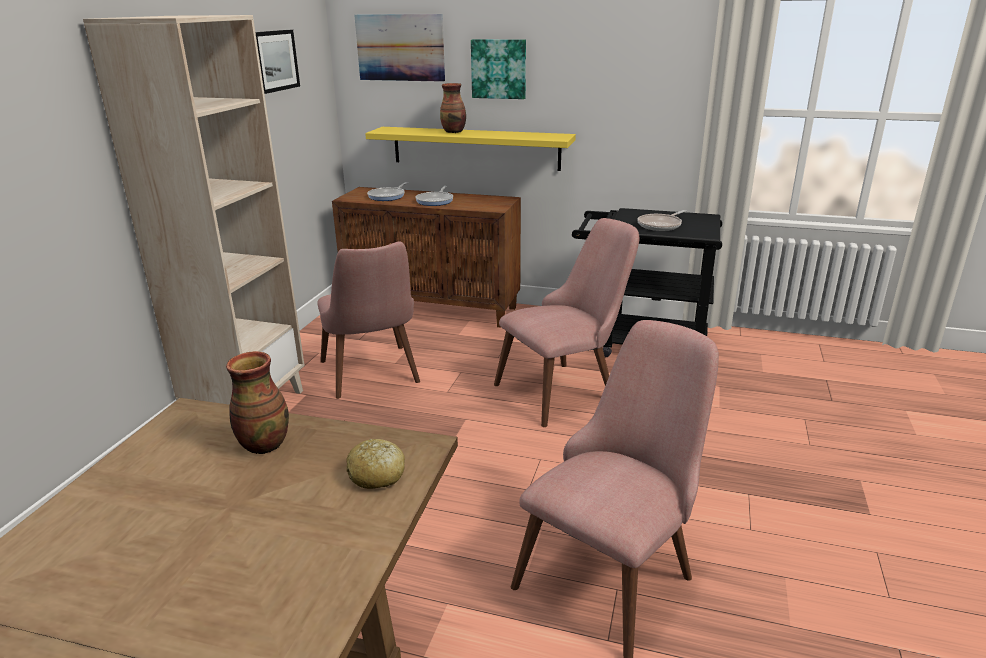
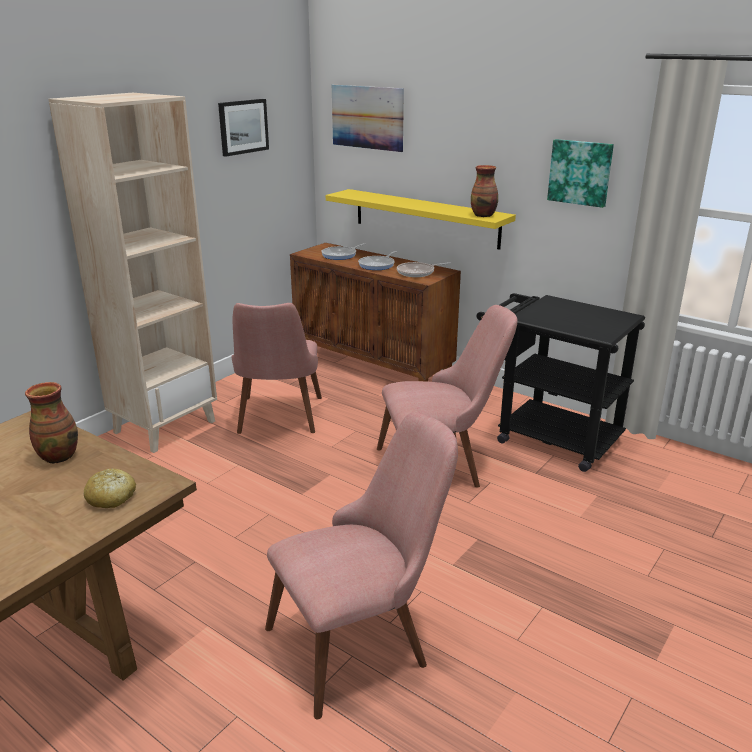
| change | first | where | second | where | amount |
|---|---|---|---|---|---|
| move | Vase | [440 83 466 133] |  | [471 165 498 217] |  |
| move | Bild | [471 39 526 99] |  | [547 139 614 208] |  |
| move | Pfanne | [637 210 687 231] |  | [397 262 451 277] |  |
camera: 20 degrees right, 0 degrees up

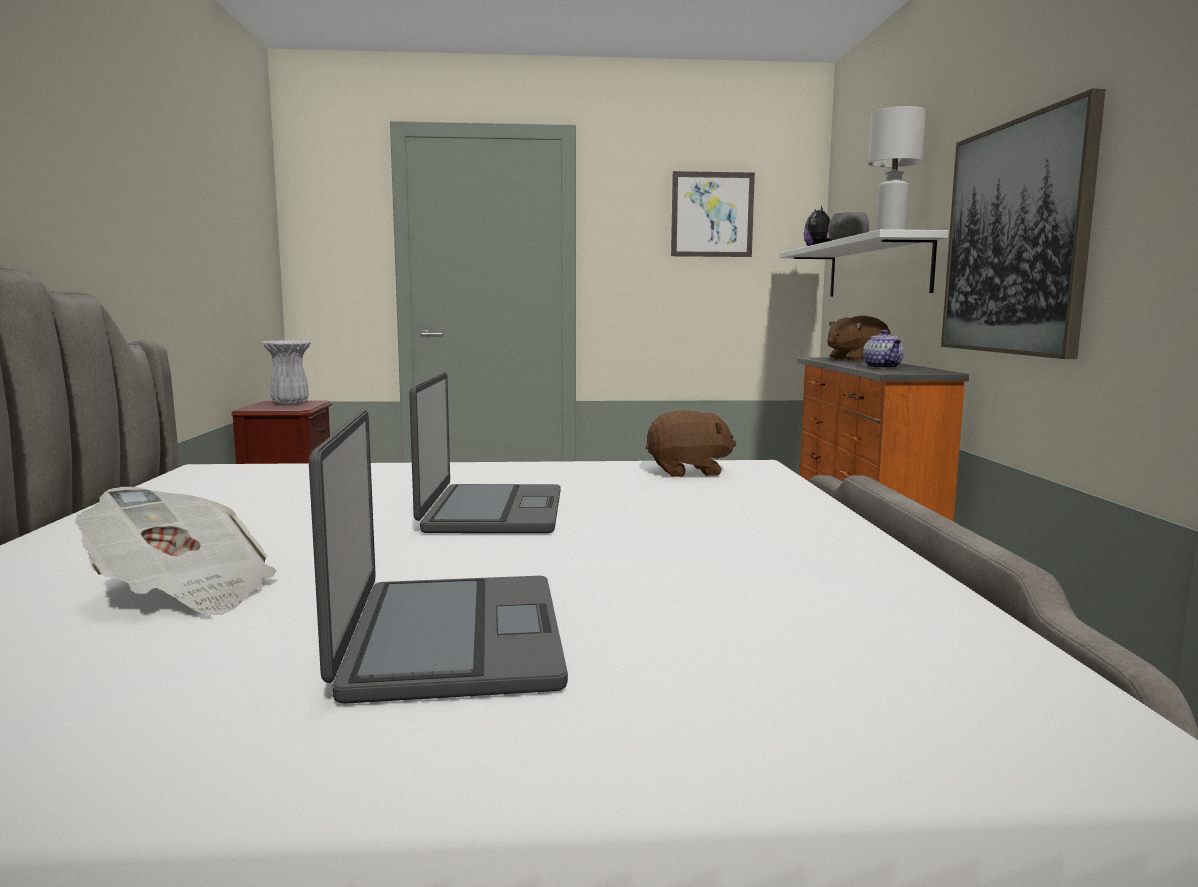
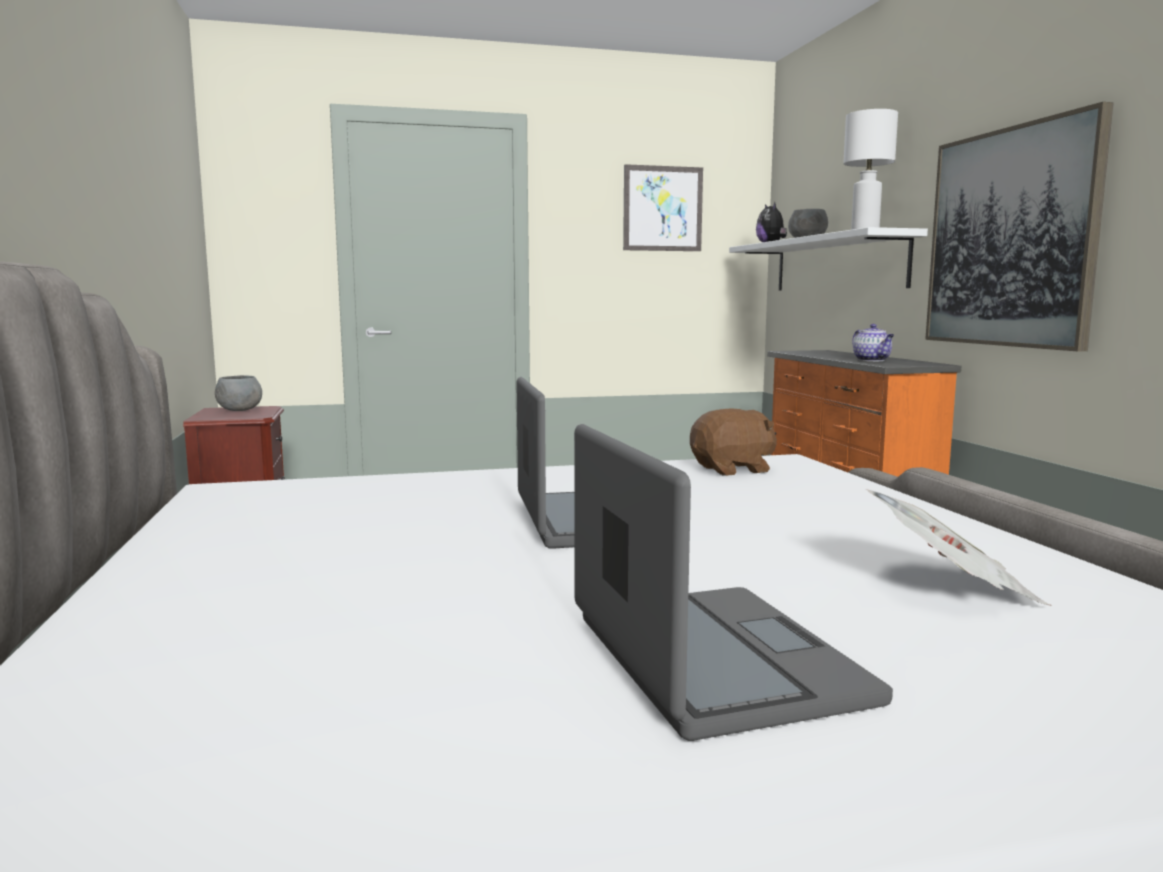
| change | first | where | second | where | amount |
|---|---|---|---|---|---|
| move | Zeitung | [75 487 277 615] |  | [866 489 1052 606] |  |
| replace | Vase [weiß] | [261 340 311 404] | Schüssel [grau] | [215 375 262 411] |  |
| delete | Plüschtier [braun] | [827 316 891 362] |  |  |  |
camera: 10 degrees left, 0 degrees up

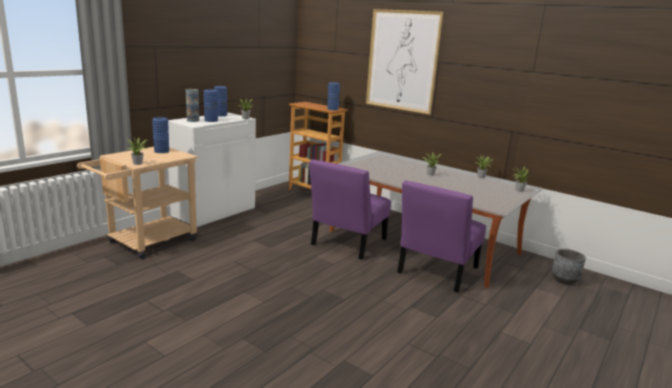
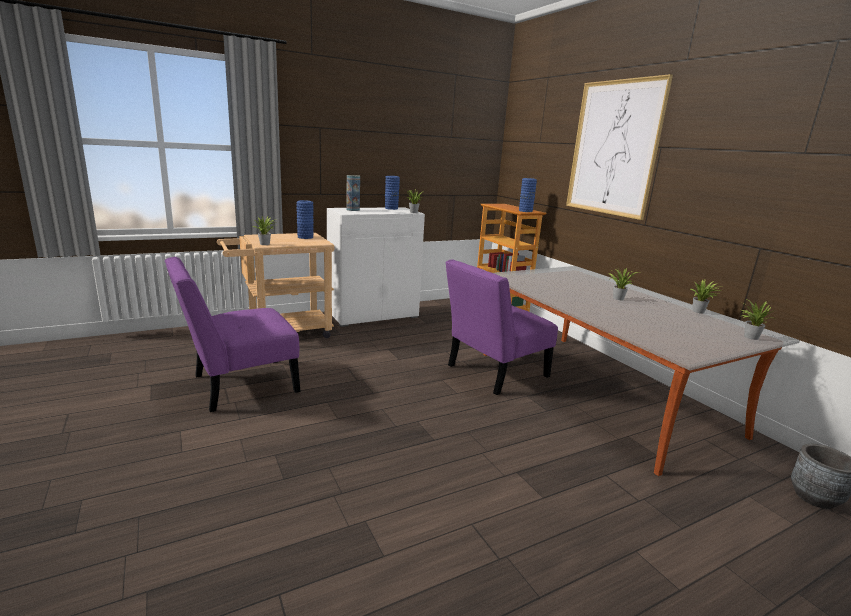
| change | first | where | second | where | amount |
|---|---|---|---|---|---|
| delete | Vase [blau] | [203 89 218 122] |  |  |  |
| move | Stuhl [lila] | [397 180 486 293] |  | [165 257 301 412] |  |
camera: 25 degrees right, 0 degrees up

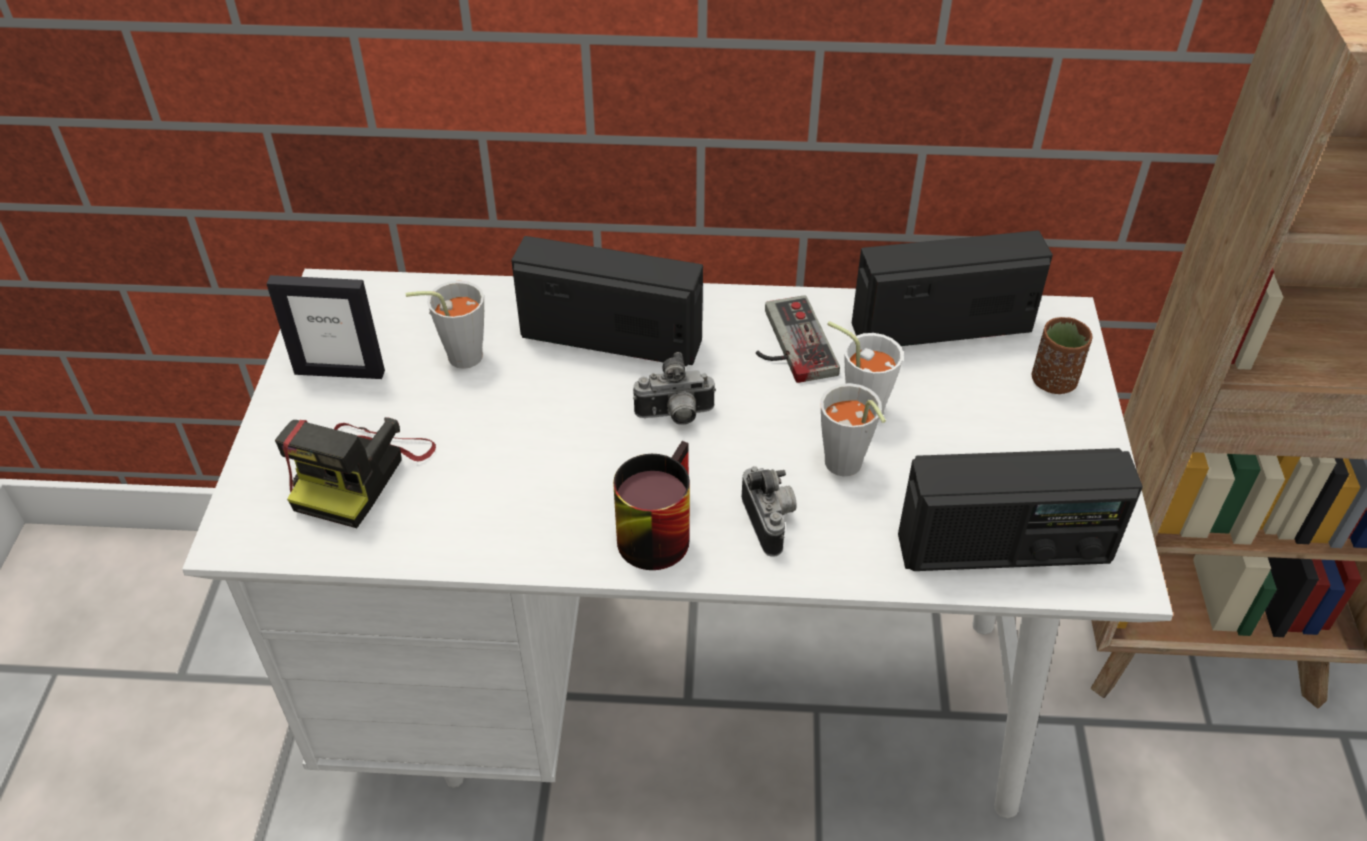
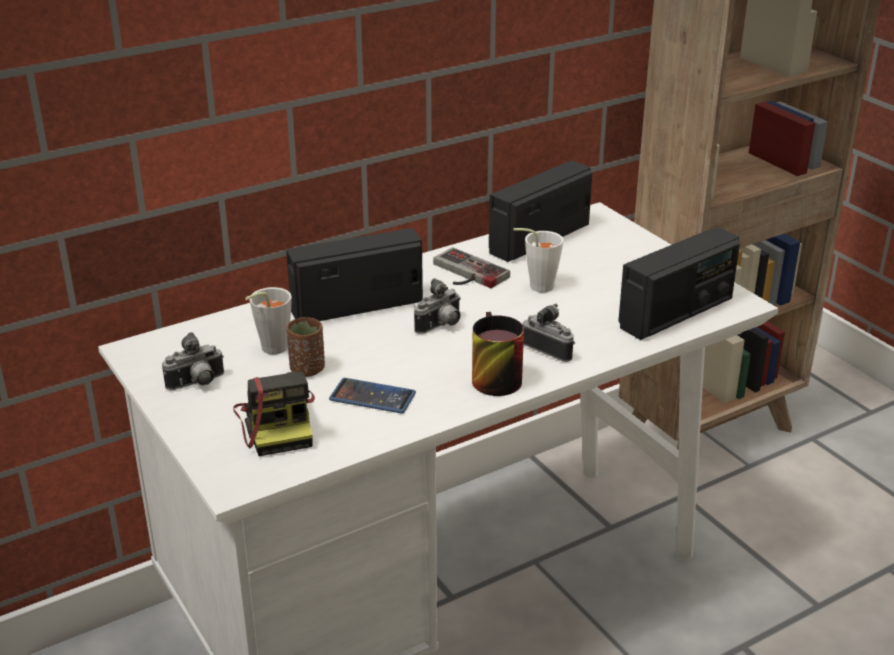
| change | first | where | second | where | amount |
|---|---|---|---|---|---|
| replace | Bilderrahmen | [266 275 385 379] | Kamera | [162 332 224 390] |  |
| delete | Tasse [grau] | [820 383 886 476] |  |  |  |
| move | Tasse [braun] | [1031 317 1093 394] |  | [287 317 325 377] |  |
| insert |  |  | Handy | [329 378 416 414] |  |
camera: 35 degrees left, 15 degrees down

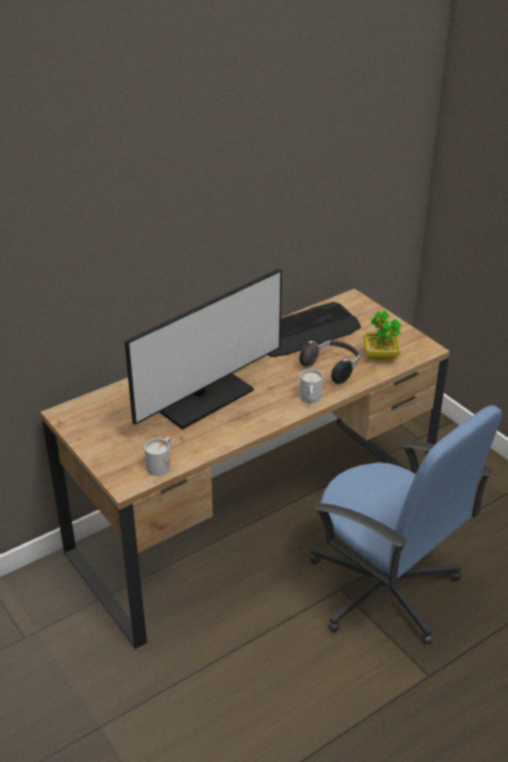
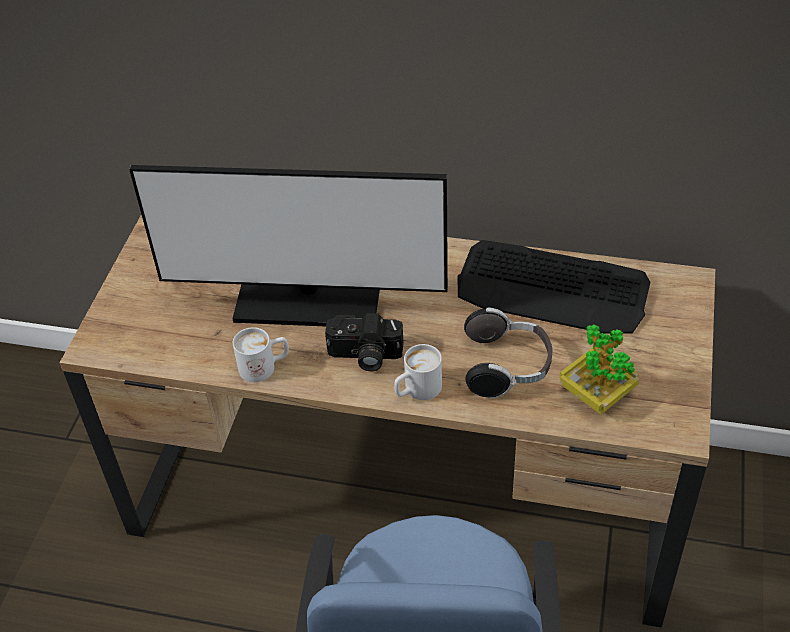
| change | first | where | second | where | amount |
|---|---|---|---|---|---|
| move | Henkelbecher [weiß] | [144 437 171 476] |  | [233 327 289 382] |  |
| insert |  |  | Kamera | [325 313 404 372] |  |
camera: 50 degrees right, 10 degrees up

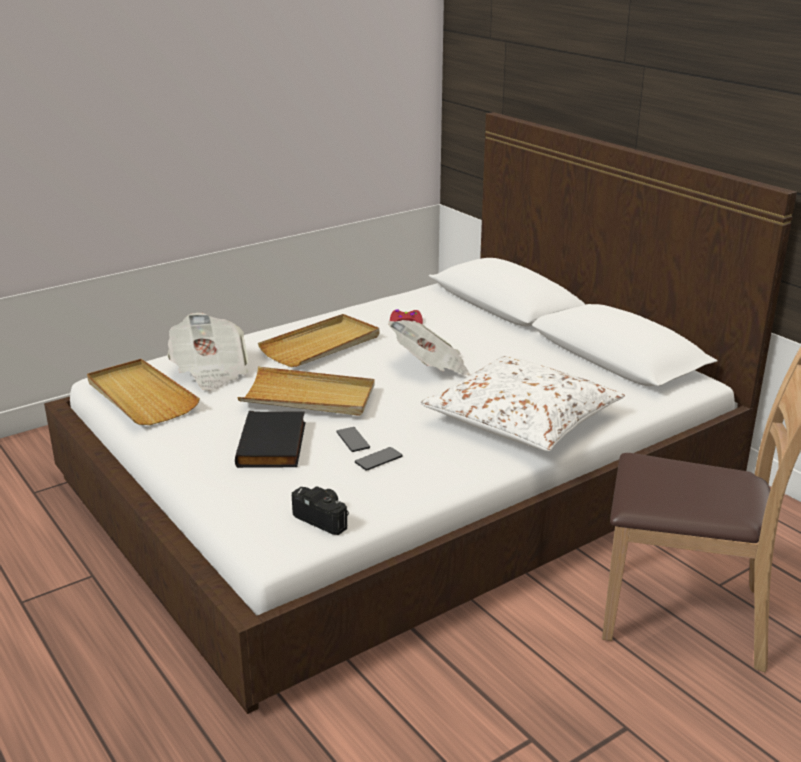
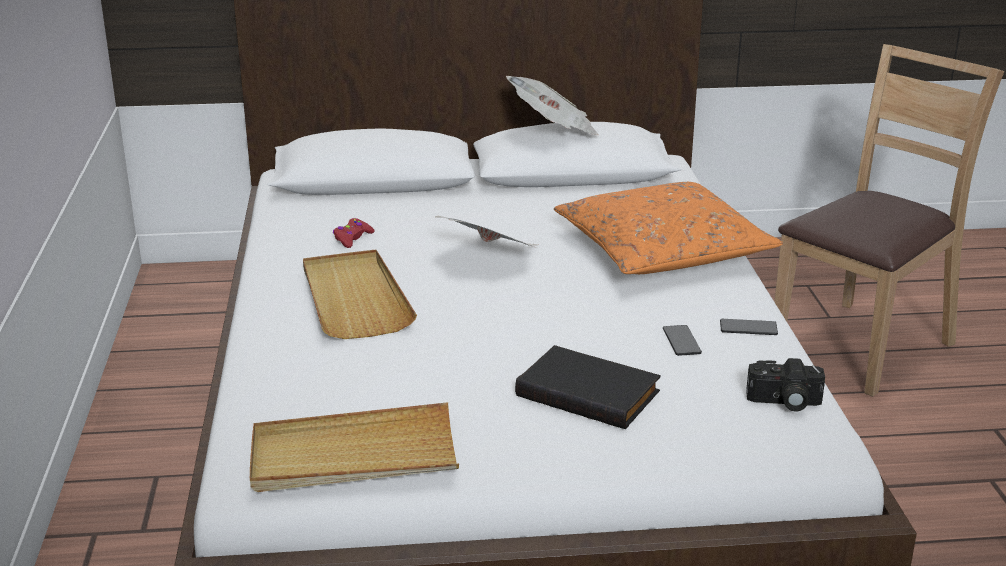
| change | first | where | second | where | amount |
|---|---|---|---|---|---|
| move | Zeitung | [167 313 248 391] |  | [506 76 599 135] |  |
| delete | Tablett [beige] | [237 367 375 416] |  |  |  |
| rotate | Kamera | [291 486 349 535] |  | [746 358 825 412] | 150 degrees counterclockwise |
| move | Handy | [336 427 370 452] |  | [720 319 778 335] |  |
| recolor | Kissen [weiß] | [420 356 625 451] | Kissen [orange] | [554 182 783 274] |  |
camera: 60 degrees left, 0 degrees up

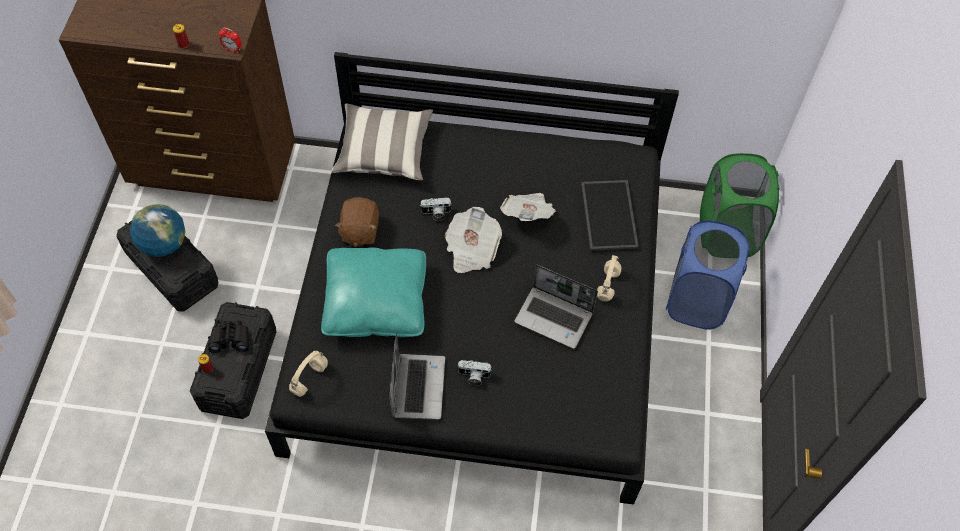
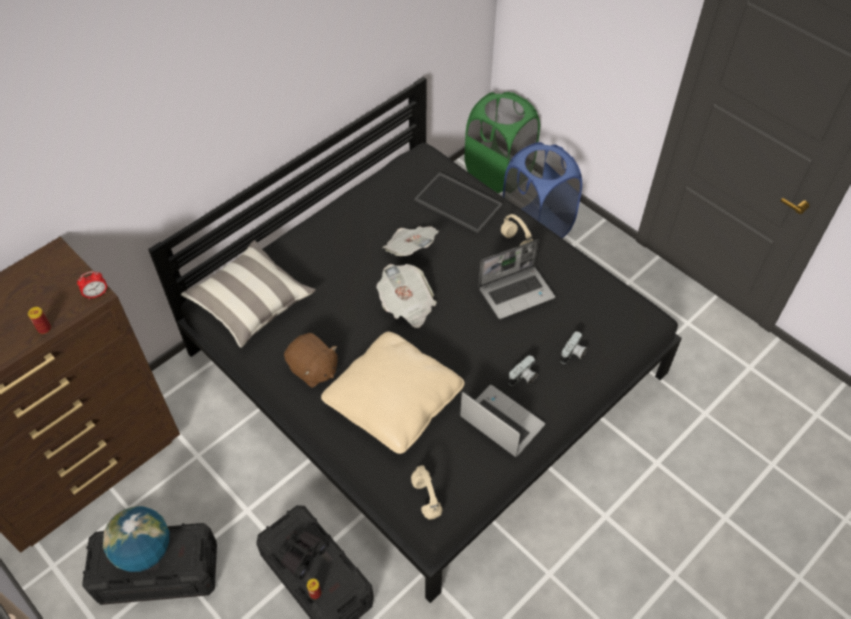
| change | first | where | second | where | amount |
|---|---|---|---|---|---|
| recolor | Kissen [türkis] | [321 248 426 337] | Kissen [beige] | [321 331 465 454] |  |
| move | Kamera | [420 197 452 221] |  | [560 331 587 364] |  |
camera: 50 degrees left, 5 degrees down

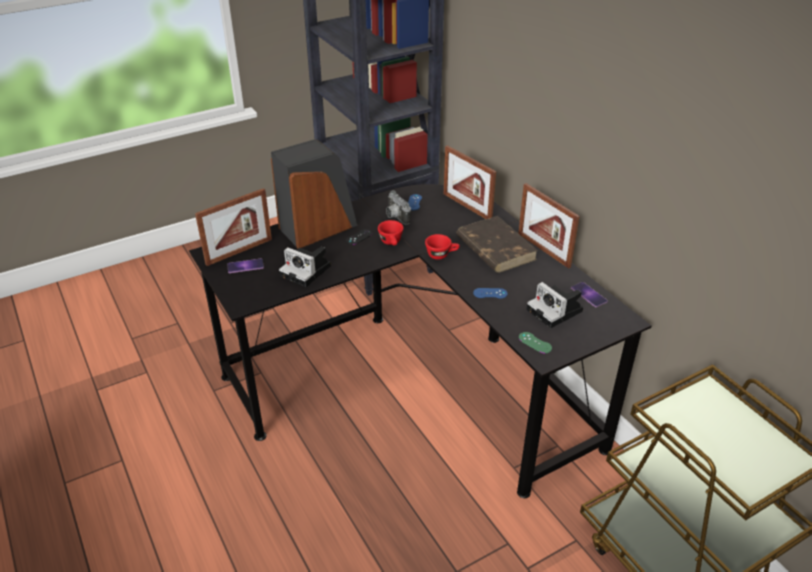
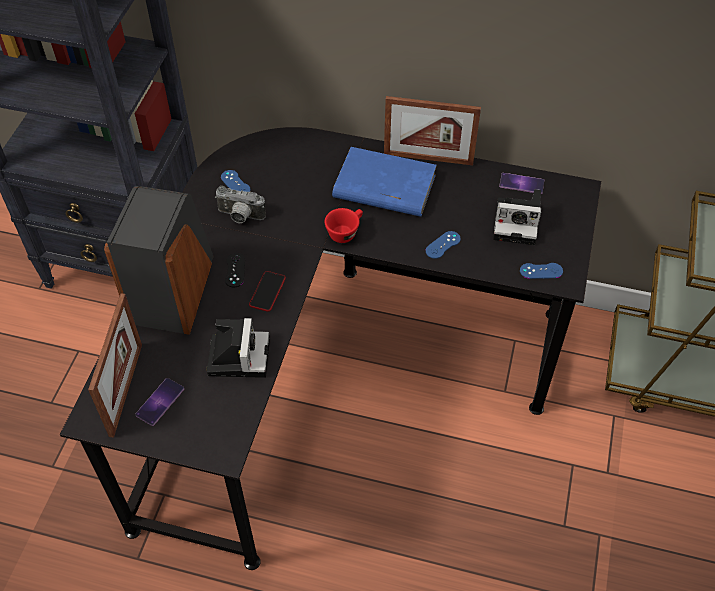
| change | first | where | second | where | amount |
|---|---|---|---|---|---|
| rotate | Kamera | [279 247 331 287] |  | [206 318 270 378] | 75 degrees counterclockwise |
| delete | Tasse [rot] | [378 220 404 245] |  |  |  |
| delete | Bilderrahmen | [444 145 496 219] |  |  |  |
| recolor | Buch [braun] | [457 216 538 273] | Buch [blau] | [332 147 437 217] |  |
| recolor | Gamepad [grün] | [519 332 552 353] | Gamepad [blau] | [520 263 563 279] |  |
| insert |  |  | Handy | [249 271 286 312] |  |
camera: 45 degrees left, 15 degrees up

